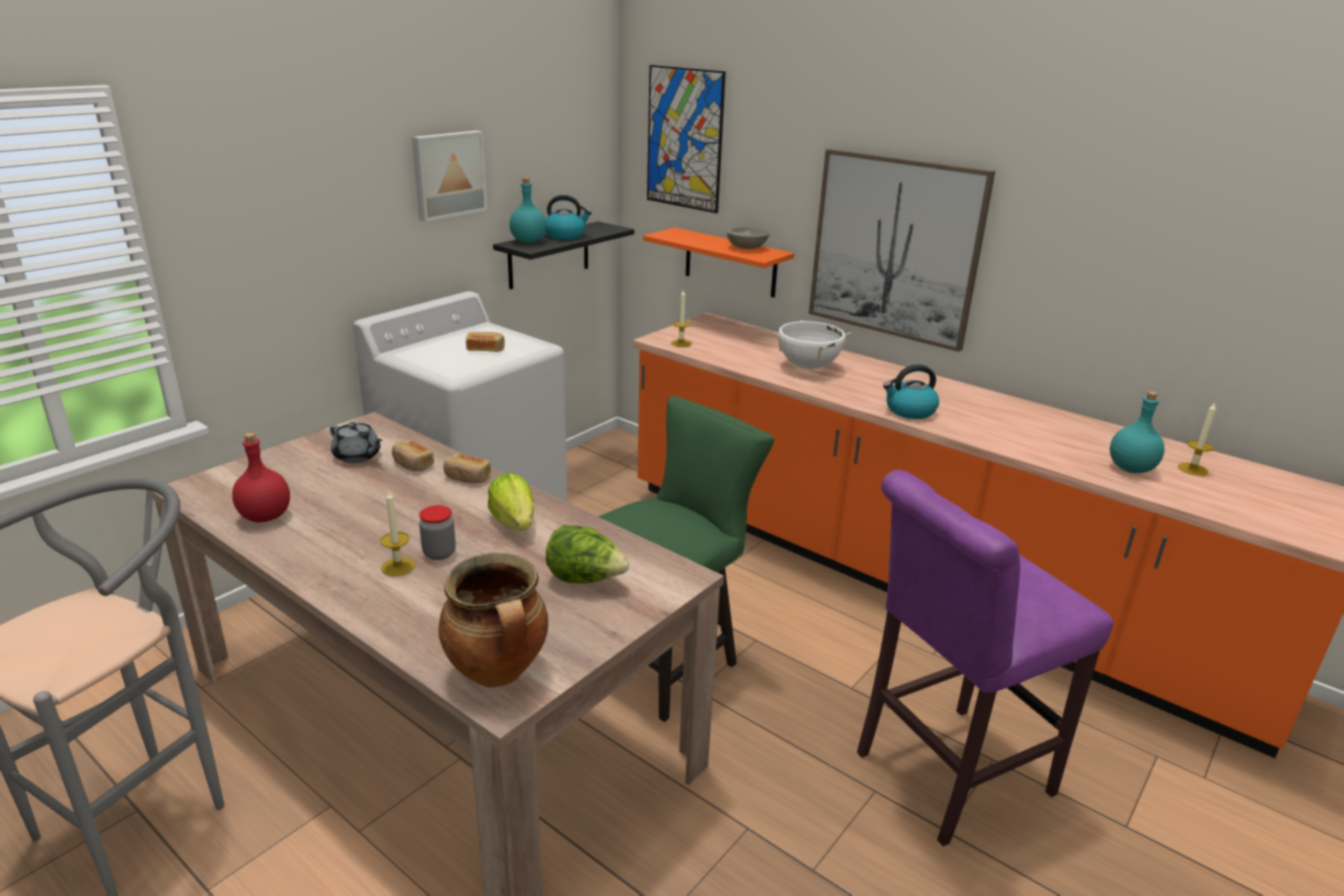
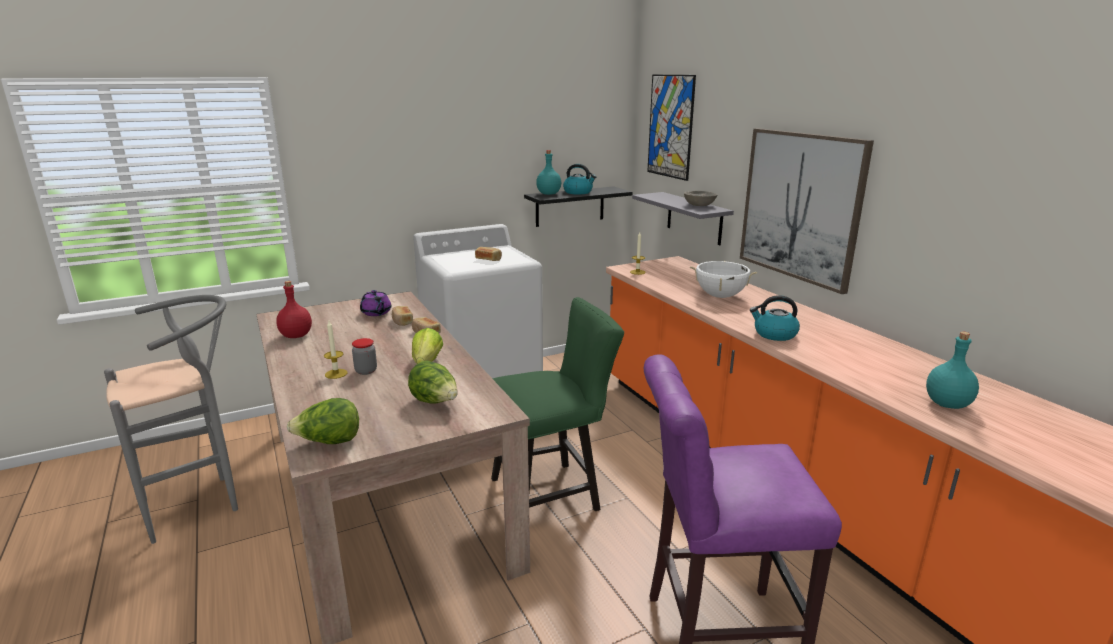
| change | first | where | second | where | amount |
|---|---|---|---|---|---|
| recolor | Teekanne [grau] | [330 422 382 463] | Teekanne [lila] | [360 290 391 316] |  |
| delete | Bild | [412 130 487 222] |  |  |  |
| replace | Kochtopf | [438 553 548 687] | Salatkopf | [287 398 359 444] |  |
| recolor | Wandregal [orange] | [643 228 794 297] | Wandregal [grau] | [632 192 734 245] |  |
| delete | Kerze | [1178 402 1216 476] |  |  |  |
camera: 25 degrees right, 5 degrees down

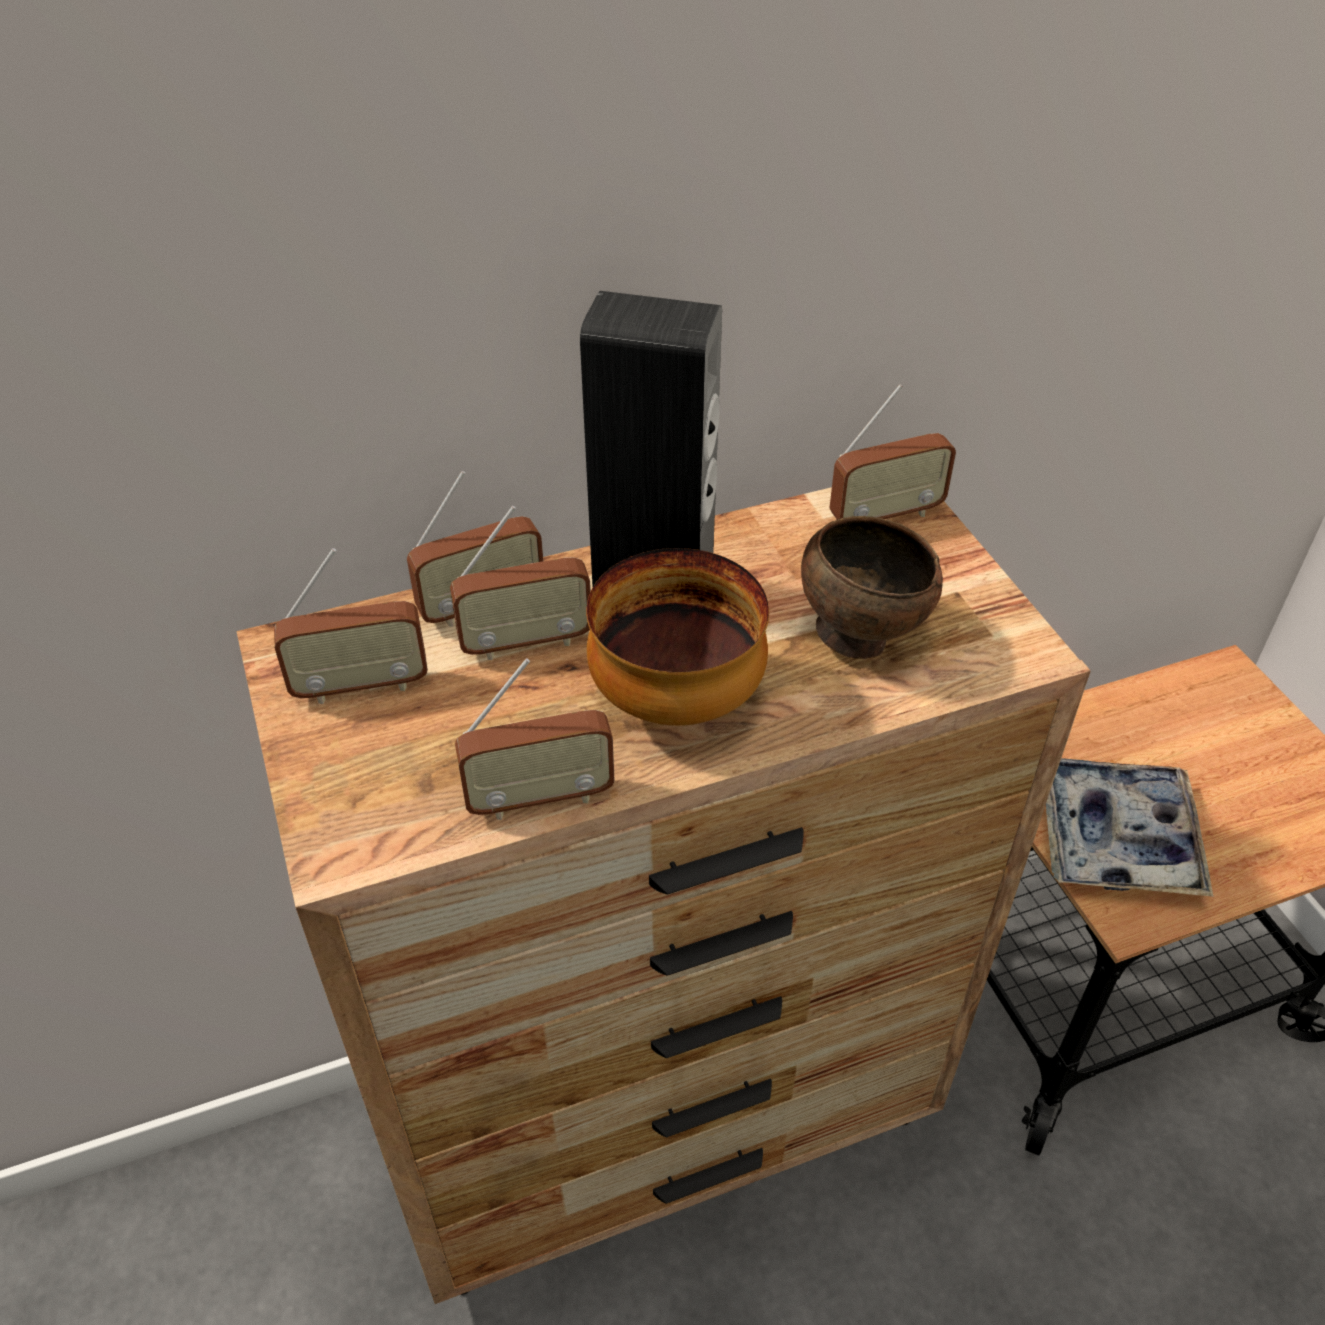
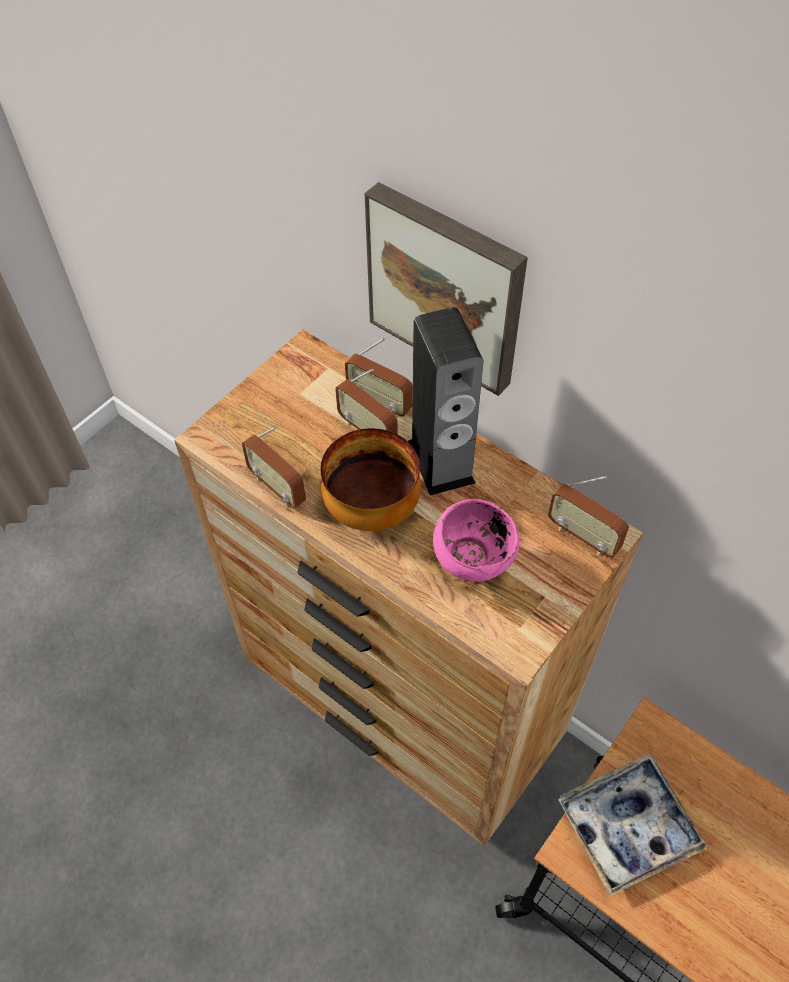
| change | first | where | second | where | amount |
|---|---|---|---|---|---|
| delete | Radio | [274 548 428 704] |  |  |  |
| recolor | Schüssel [braun] | [801 516 943 659] | Schüssel [rosa] | [433 499 519 582] |  |
| insert |  |  | Bild | [364 182 528 396] |  |
camera: 60 degrees right, 10 degrees up

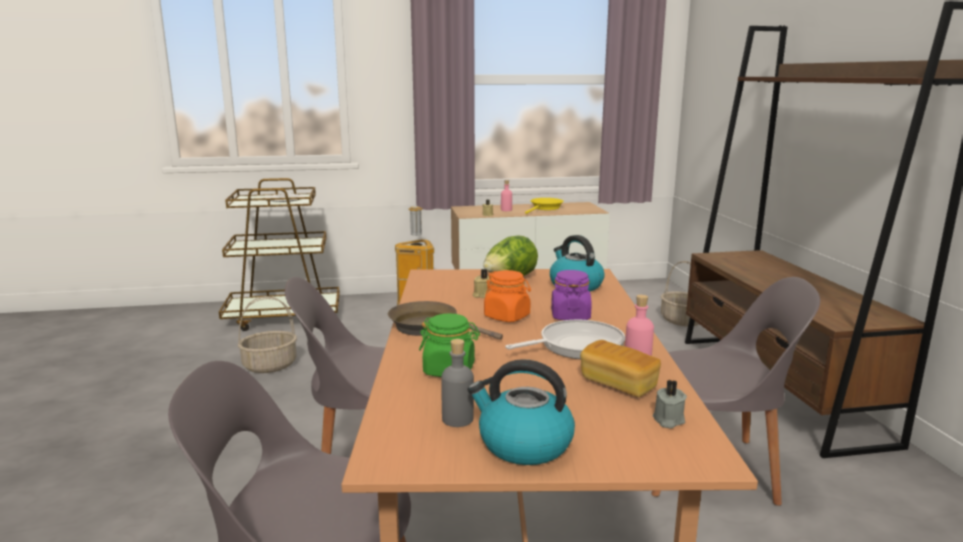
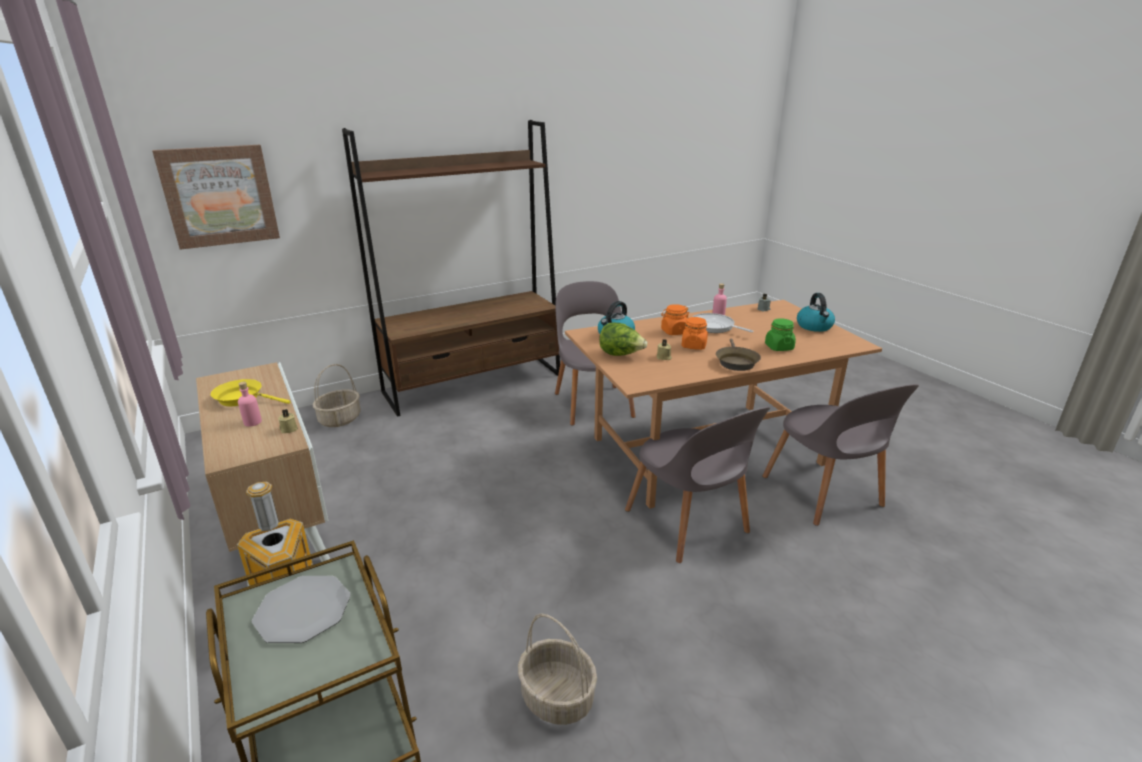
| change | first | where | second | where | amount |
|---|---|---|---|---|---|
| delete | Flasche [grau] | [441 339 474 427] |  |  |  |
| recolor | Vorratsglas [lila] | [551 270 591 320] | Vorratsglas [orange] | [661 304 689 335] |  |
| delete | Brot | [580 340 661 397] |  |  |  |
| insert |  |  | Bild | [152 145 280 250] |  |
camera: 110 degrees left, 10 degrees up

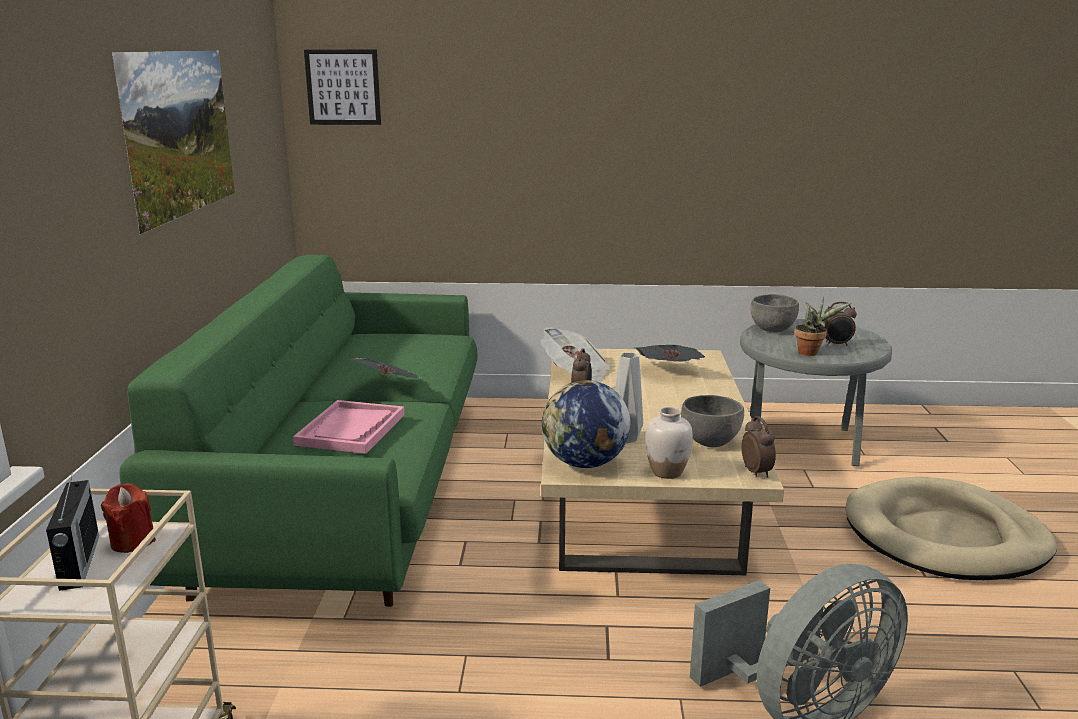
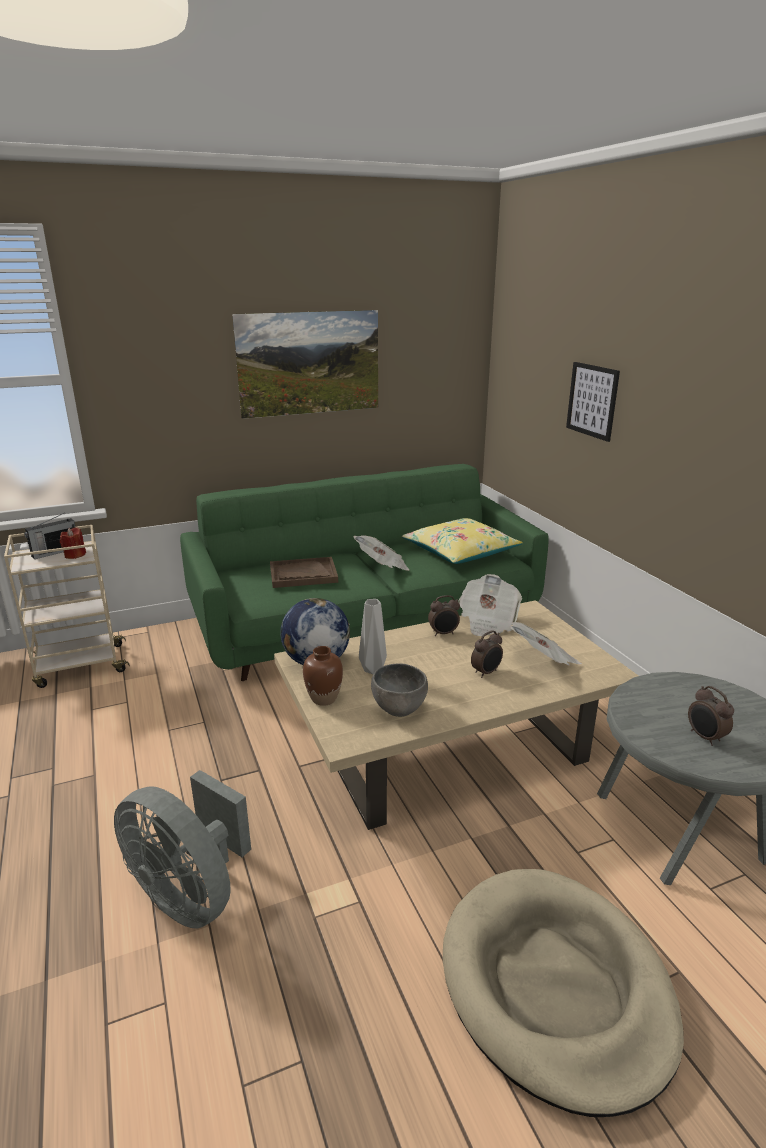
| change | first | where | second | where | amount |
|---|---|---|---|---|---|
| recolor | Tablett [rosa] | [293 400 404 454] | Tablett [braun] | [270 557 338 588] |  |
| move | Bild | [304 49 381 125] |  | [566 362 620 442] |  |
| recolor | Vase [weiß] | [645 407 693 479] | Vase [braun] | [303 646 343 706] |  |
| move | Wecker | [742 416 776 478] |  | [471 630 503 678] |  |
| delete | Schüssel [grau] | [751 294 799 332] |  |  |  |
| delete | Topfpflanze | [794 297 851 356] |  |  |  |
| insert |  |  | Kissen [gelb] | [402 518 523 564] |  |
camera: 65 degrees right, 5 degrees up

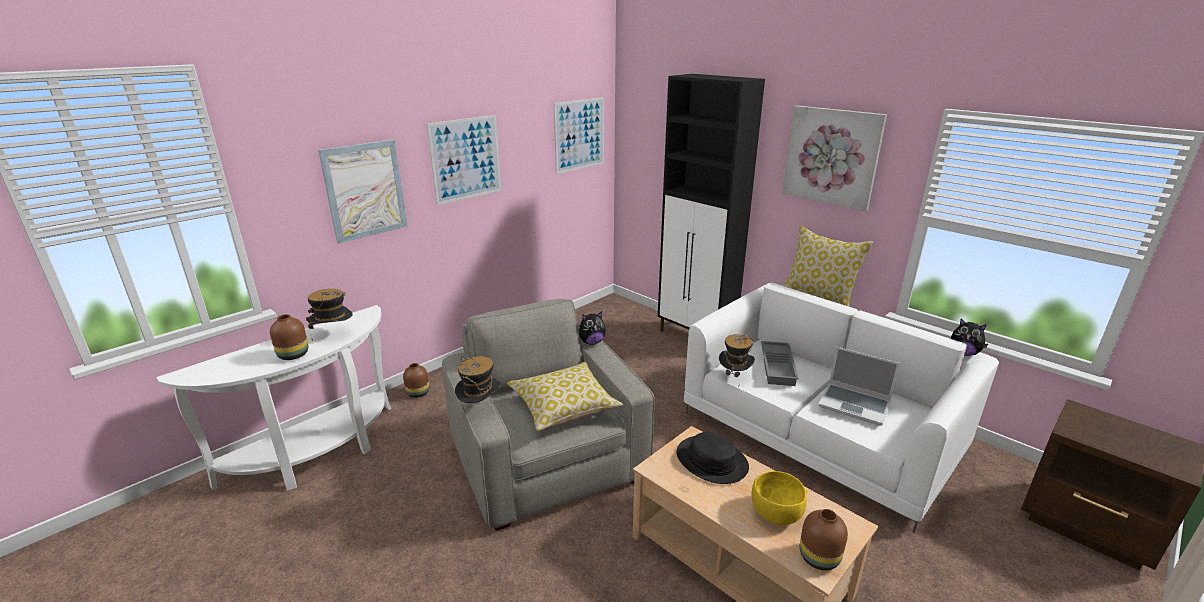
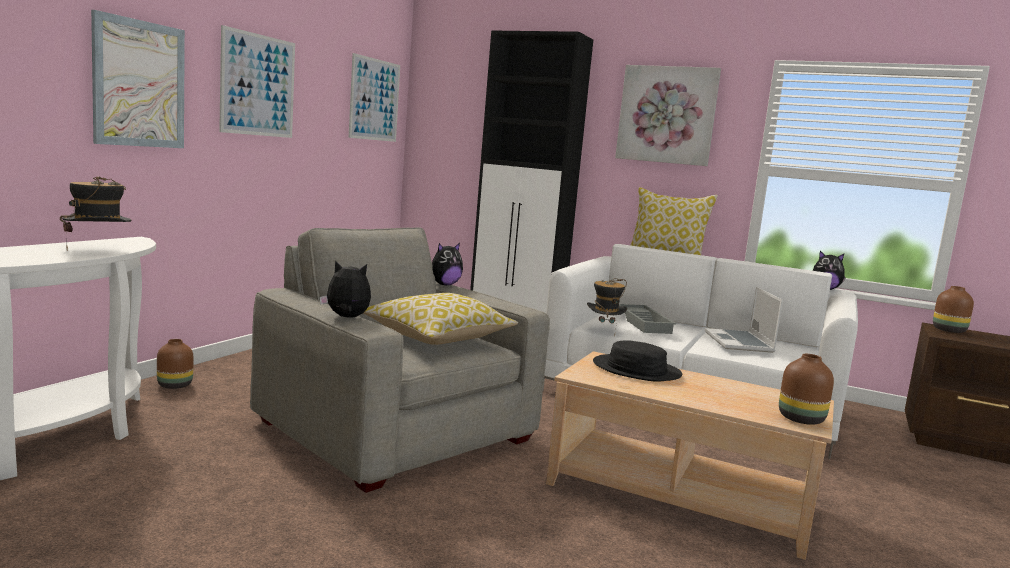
| change | first | where | second | where | amount |
|---|---|---|---|---|---|
| move | Vase [braun] | [270 314 308 360] |  | [933 286 974 333] |  |
| replace | Hut | [455 356 501 403] | Plüschtier | [320 260 371 317] |  |
| delete | Schüssel [gelb] | [751 471 807 525] |  |  |  |
| rotate | Laptop | [818 347 900 426] |  | [705 287 783 353] | 75 degrees clockwise |
camera: 20 degrees left, 15 degrees down

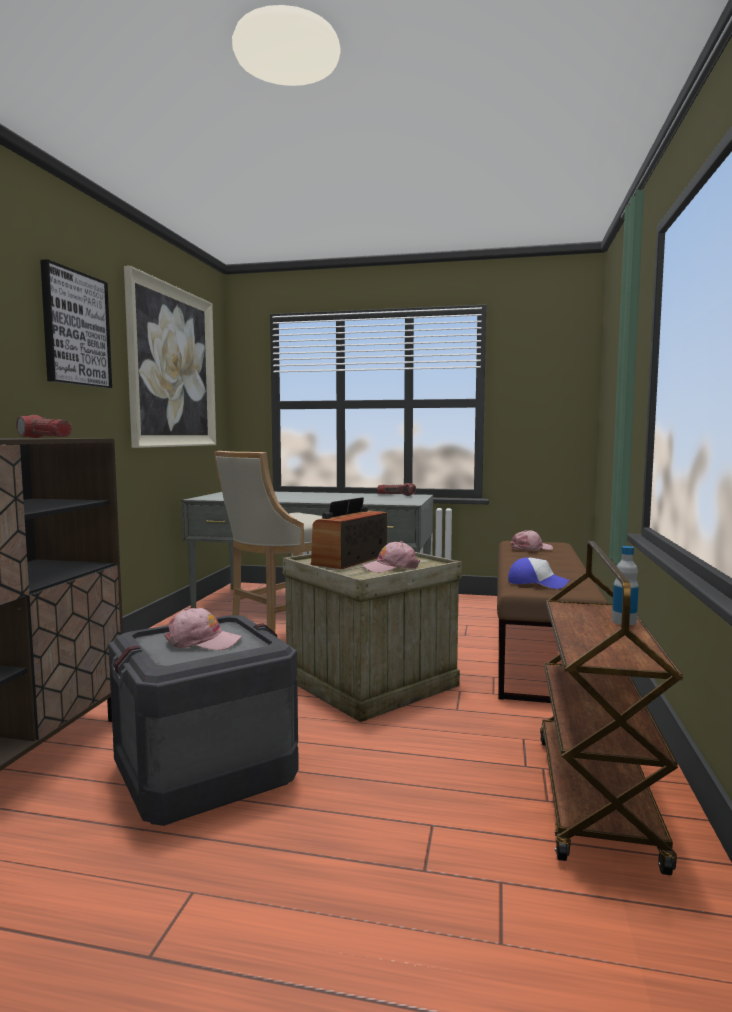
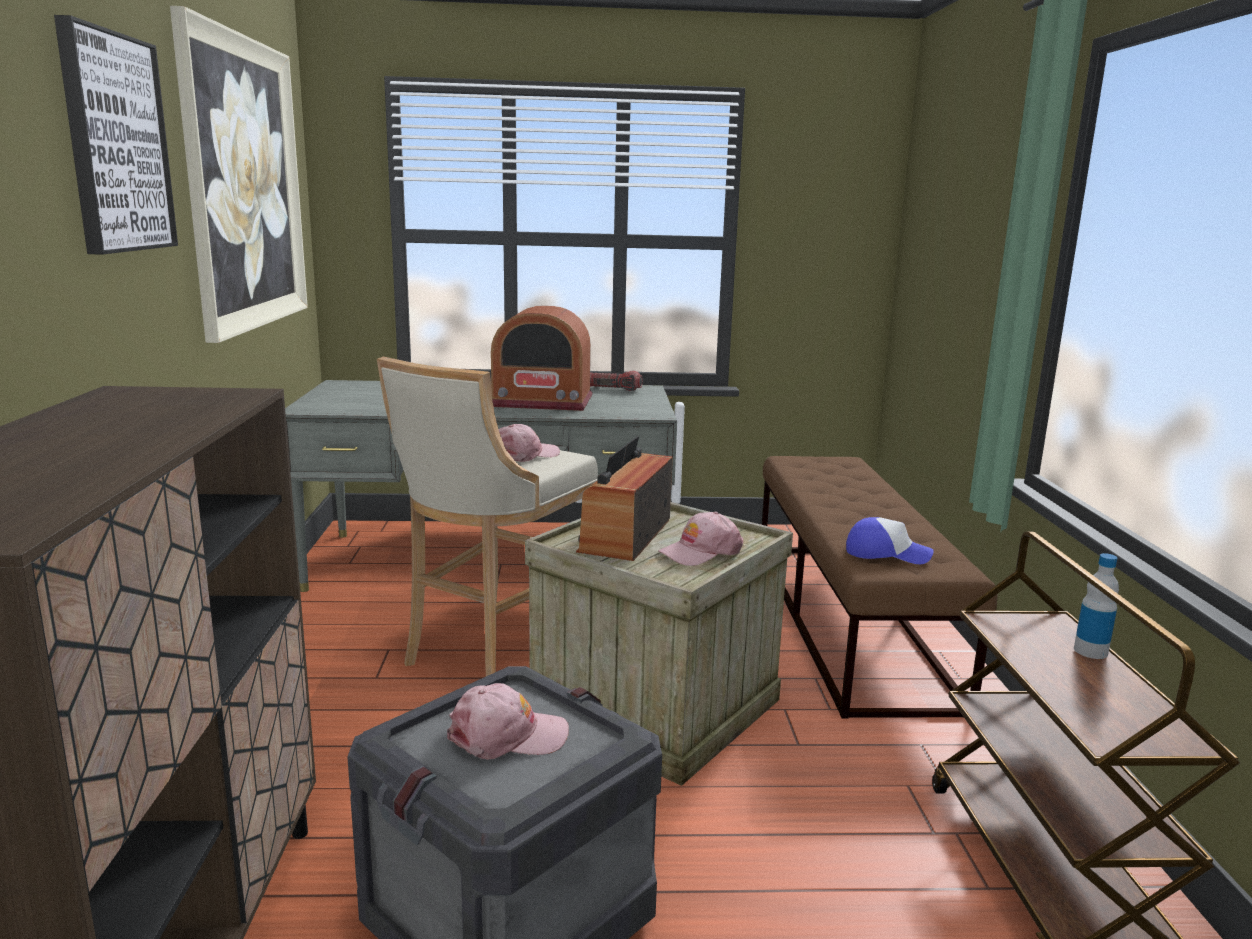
| change | first | where | second | where | amount |
|---|---|---|---|---|---|
| delete | Taschenlampe | [16 415 72 438] |  |  |  |
| move | Kappe [rosa] | [511 530 553 551] |  | [498 424 560 462] |  |
| insert |  |  | Radio | [491 305 593 411] |  |
camera: 15 degrees left, 10 degrees up

